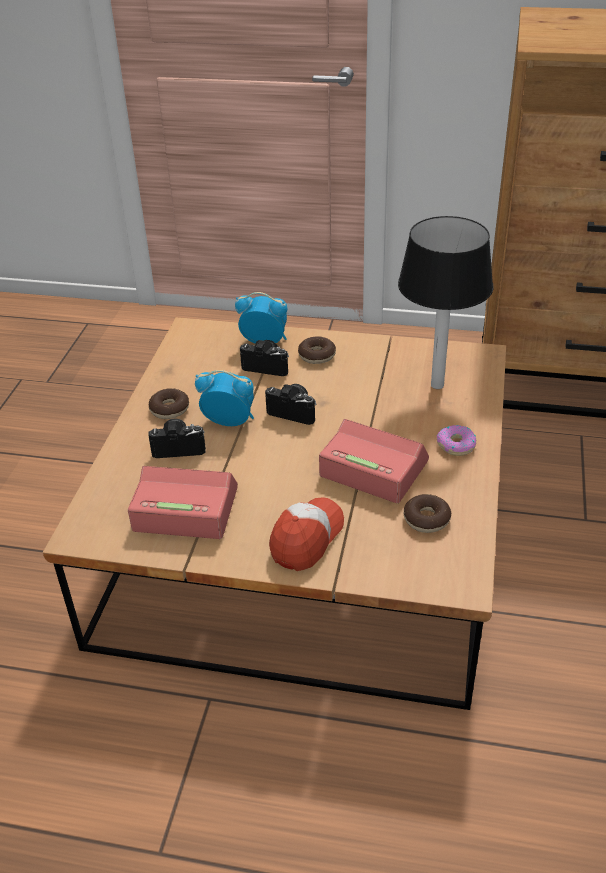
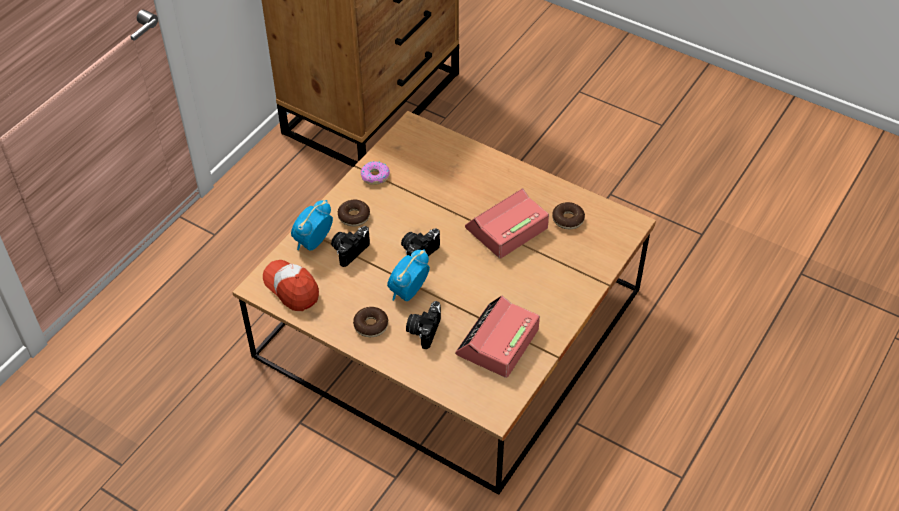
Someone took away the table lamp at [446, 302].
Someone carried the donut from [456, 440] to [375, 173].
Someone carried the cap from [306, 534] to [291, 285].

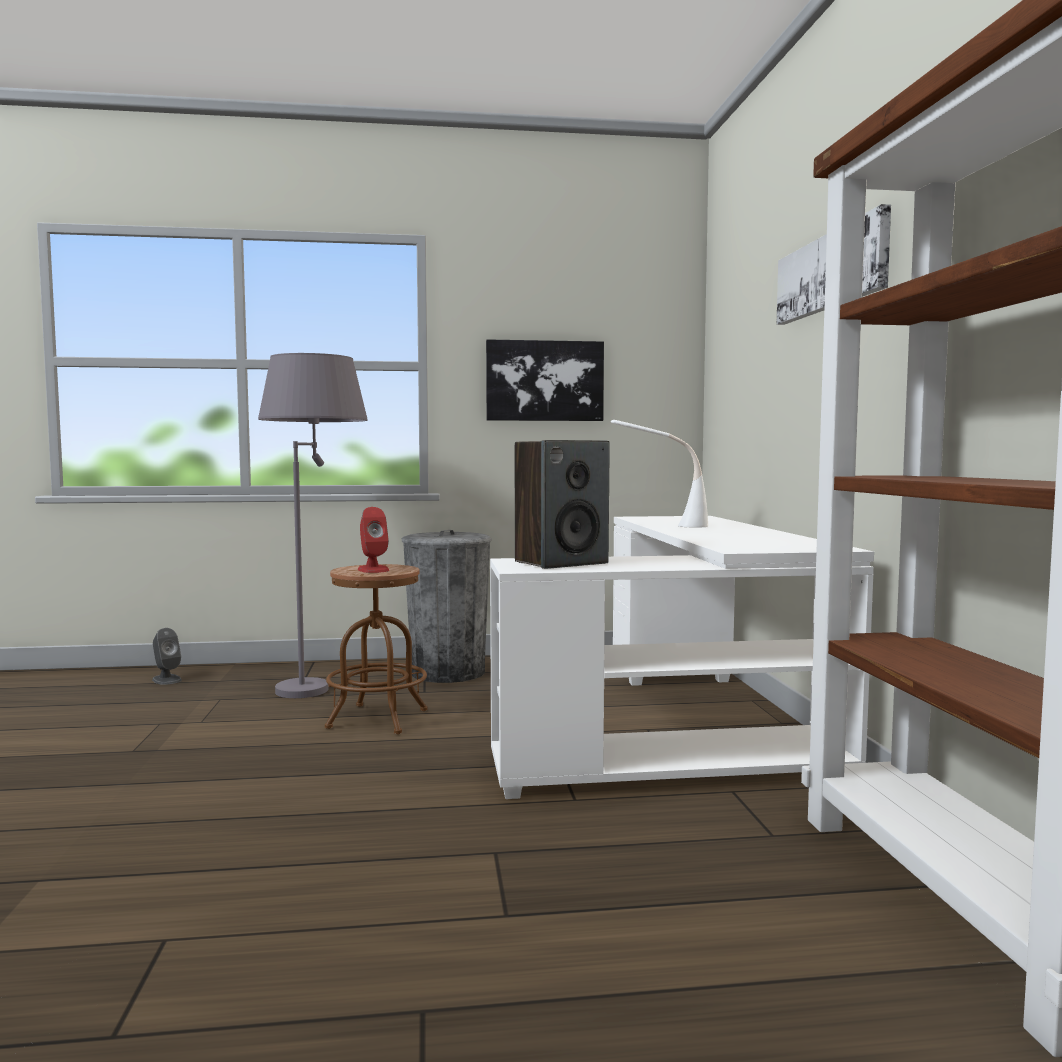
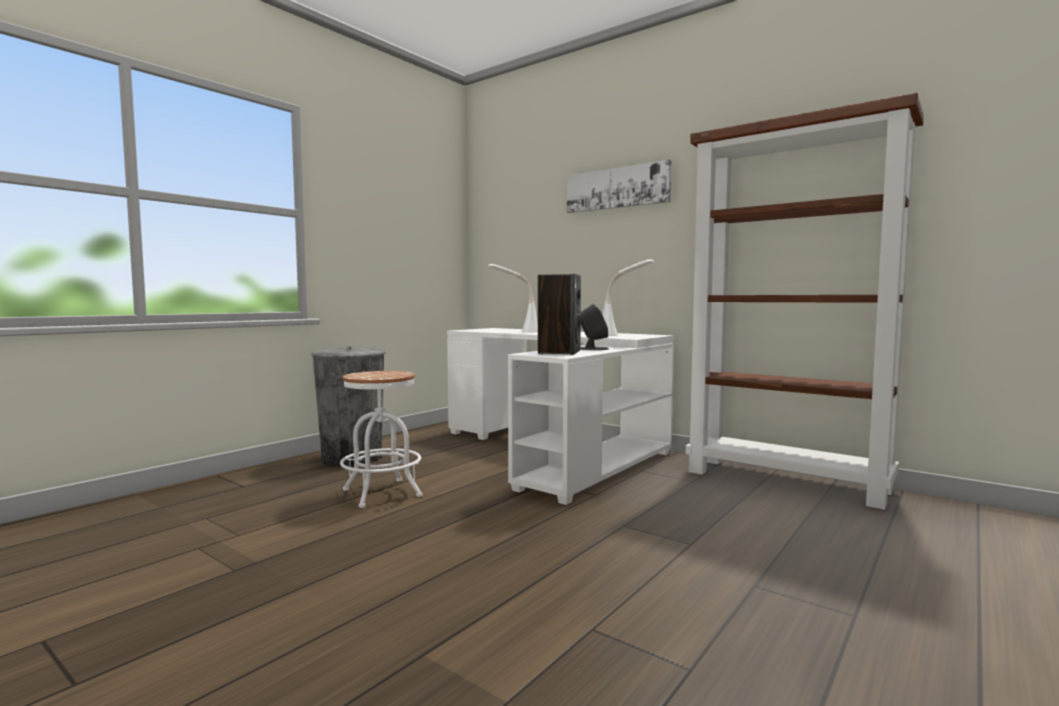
Someone took away the picture at [545, 380].
Someone took away the floor lamp (grey) at [312, 525].
Someone took away the speaker (red) at [373, 540].
Someone repainted the stool (brown) at [376, 649], which became the stool (white) at [381, 439].
Someone carried the speaker (grey) from [167, 656] to [594, 327].
Someone put down the table lamp (white) at [628, 297].

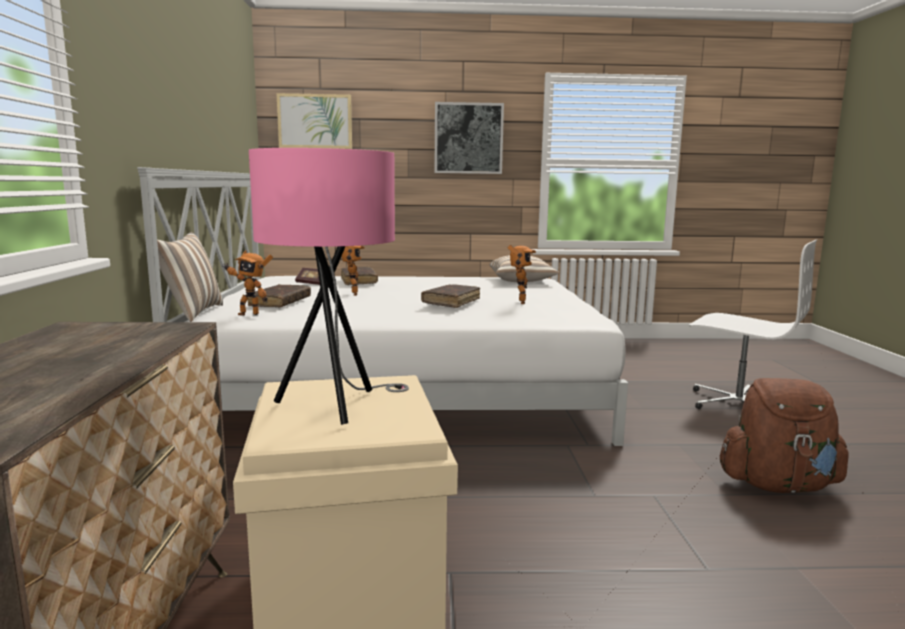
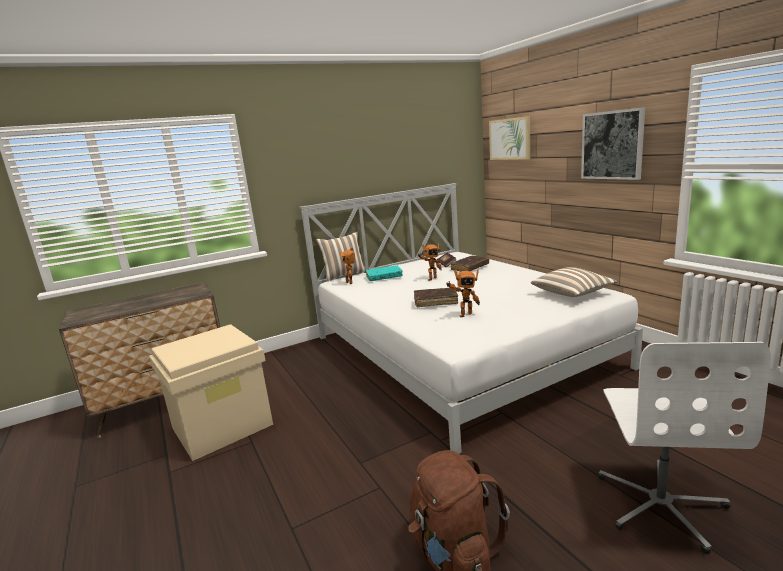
Someone took away the table lamp (pink) at [329, 286].
Someone repainted the book (brown) at [279, 296], which became the book (turquoise) at [384, 273].

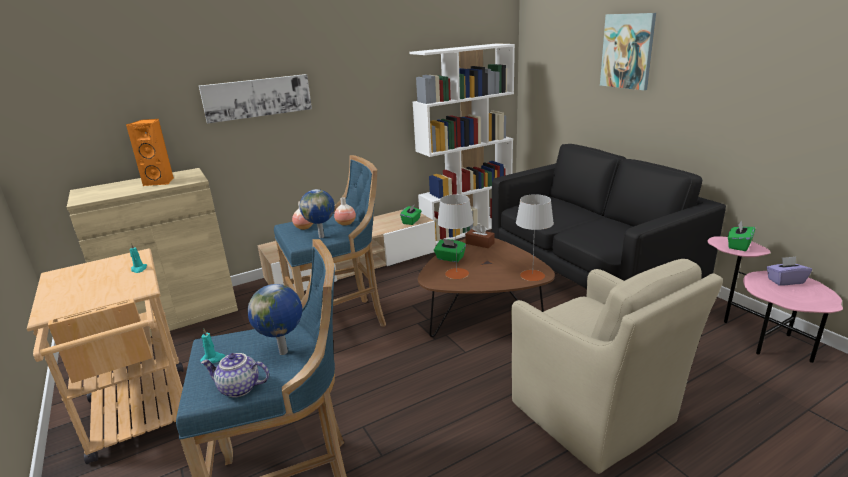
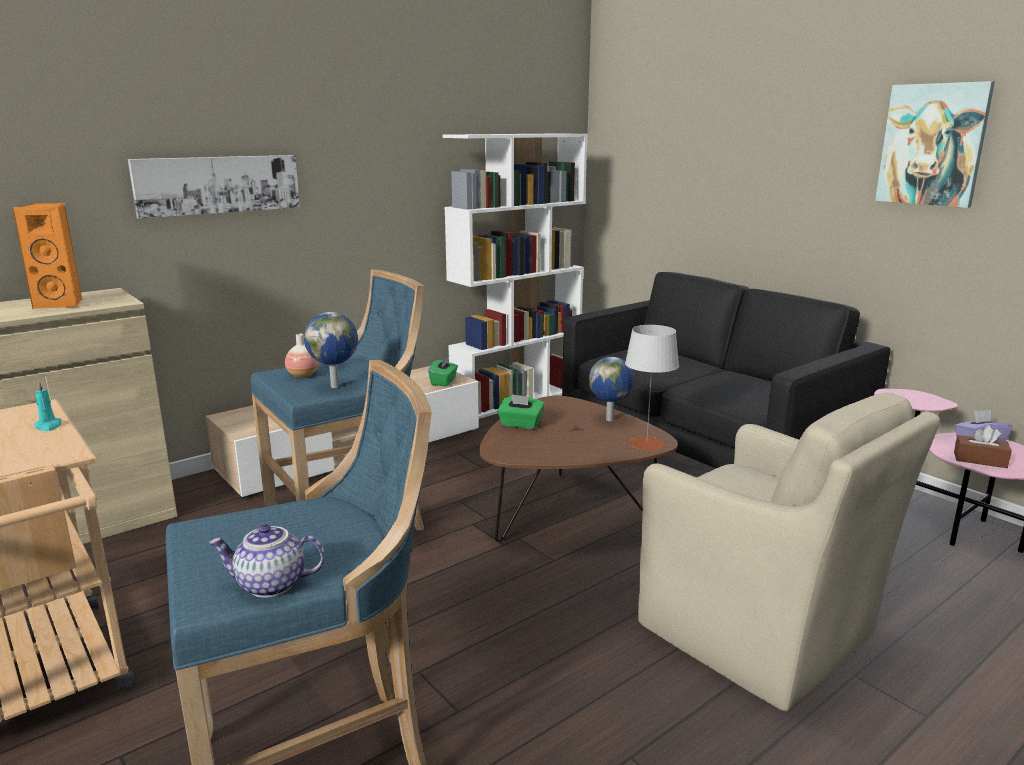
Someone carried the picture from [628, 51] to [935, 144].
Someone took away the table lamp (grey) at [455, 237].
Someone took away the vase at [345, 211].
Someone took away the tissue box (green) at [741, 235].
Someone carried the tissue box (brown) from [480, 235] to [983, 446].
Someone carried the globe from [275, 319] to [611, 389].
Someone took away the candle (turquoise) at [212, 346].

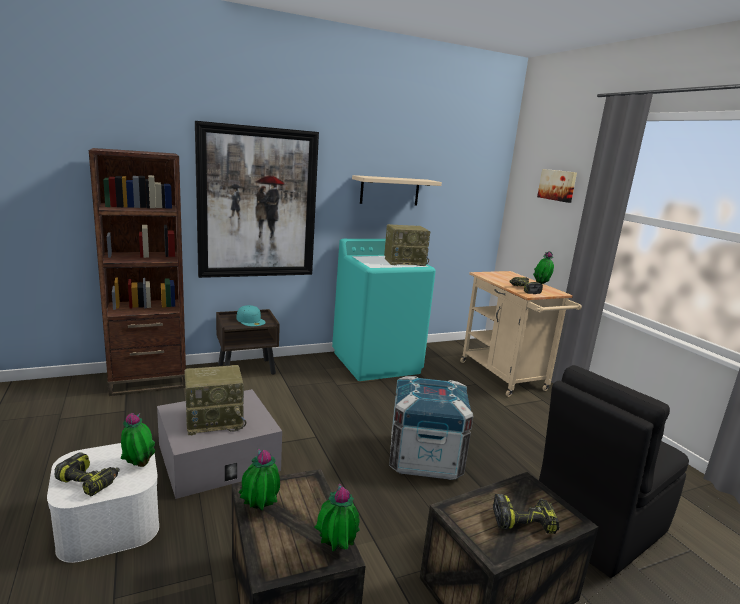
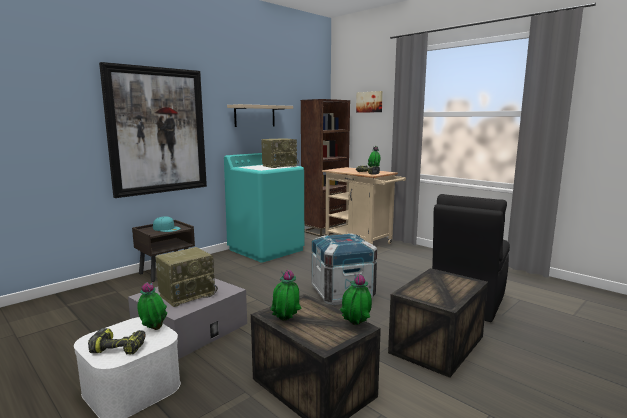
Someone carried the bookcase (brown) from [137, 272] to [325, 168].
Someone took away the power drill at [526, 514].

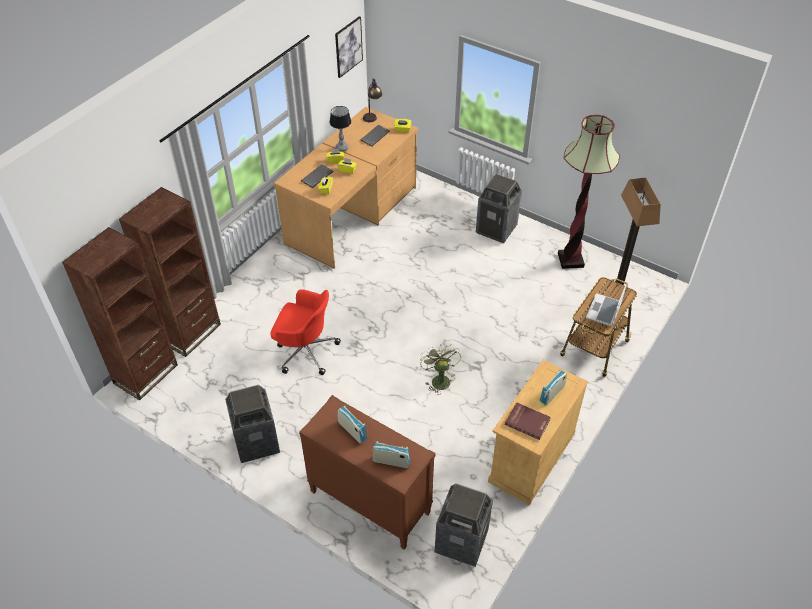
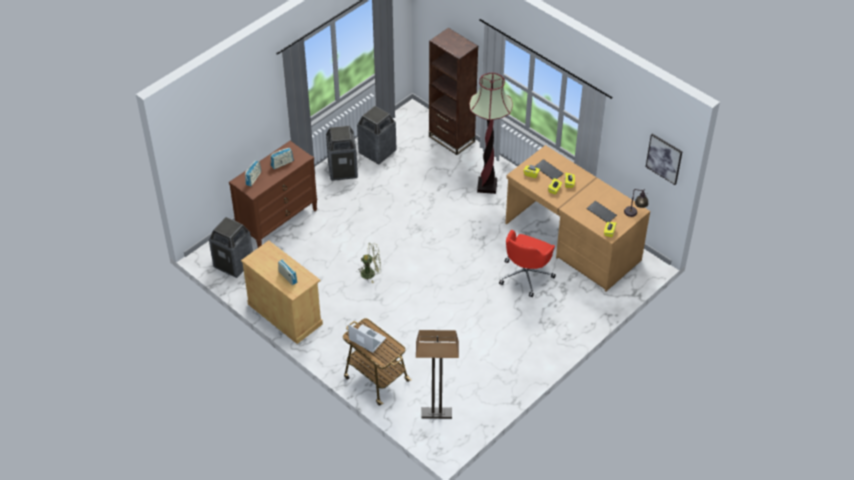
Someone took away the table lamp at [340, 128].
Someone carried the floor lamp from [589, 192] to [491, 133].
Someone carried the trash can from [499, 208] to [377, 135].
Someone took away the bookcase (brown) at [120, 313].
Someone carried the office chair (red) from [306, 332] to [527, 263].
Someone took away the book (red) at [528, 421].

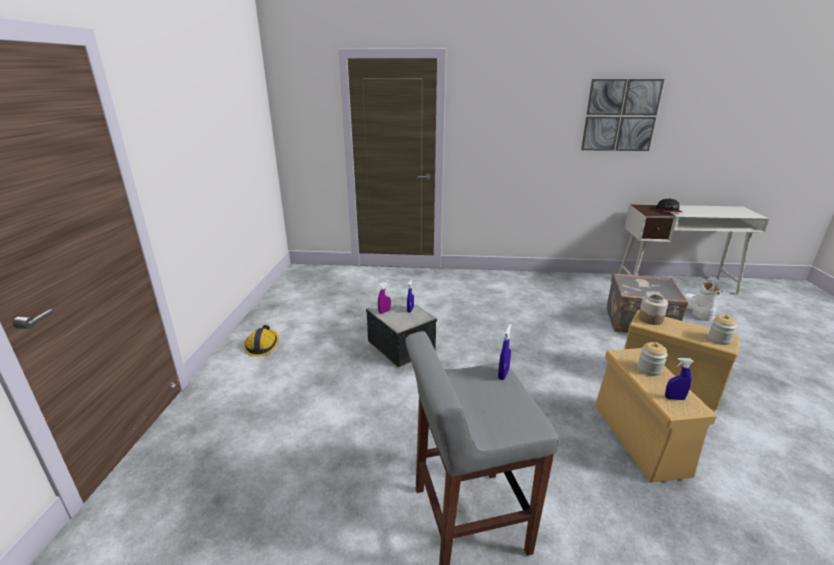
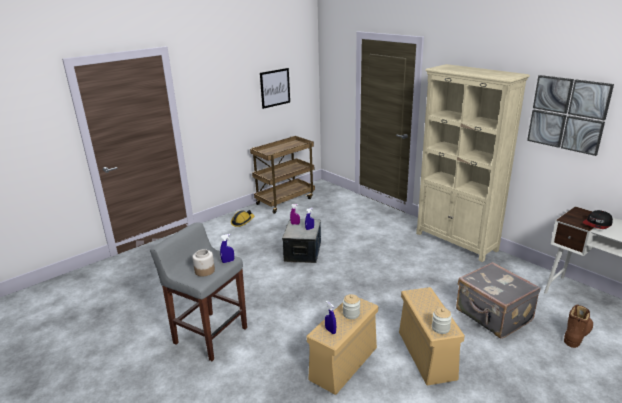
Someone repainted the boot (white) at [702, 301], which became the boot (brown) at [578, 326].
Someone carried the jar from [653, 309] to [203, 262].
Someone put down the bookcase (beige) at [473, 163].
Someone put up the picture at [275, 88].
Someone put down the cart (brown) at [282, 175].

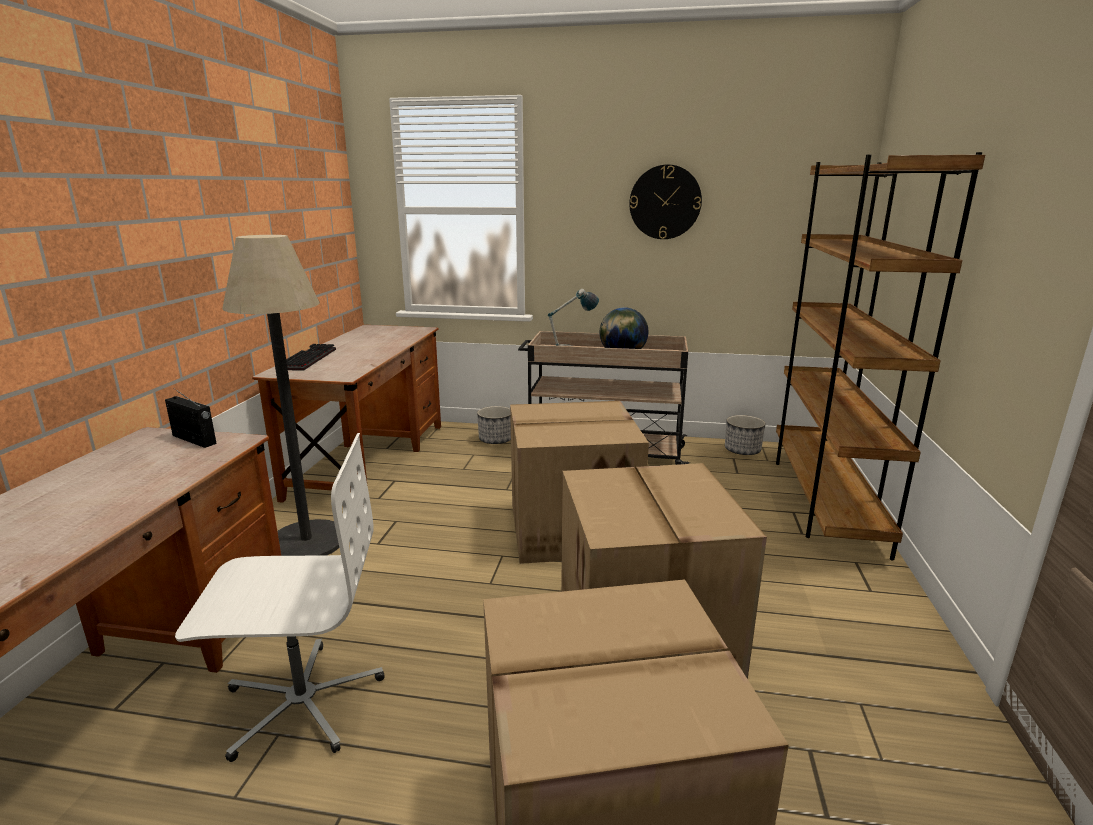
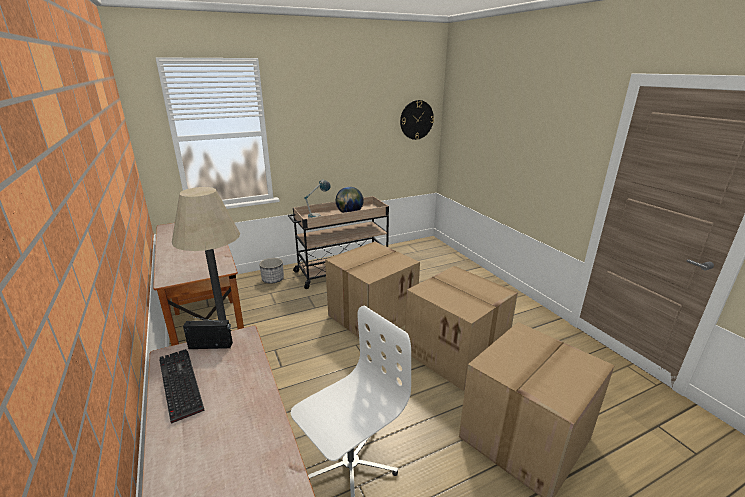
Someone took away the bookcase (brown) at [880, 356].
Someone carried the wall clock from [665, 201] to [417, 120].
Someone carried the keyboard from [311, 357] to [182, 386].
Someone took away the planter at [745, 435].

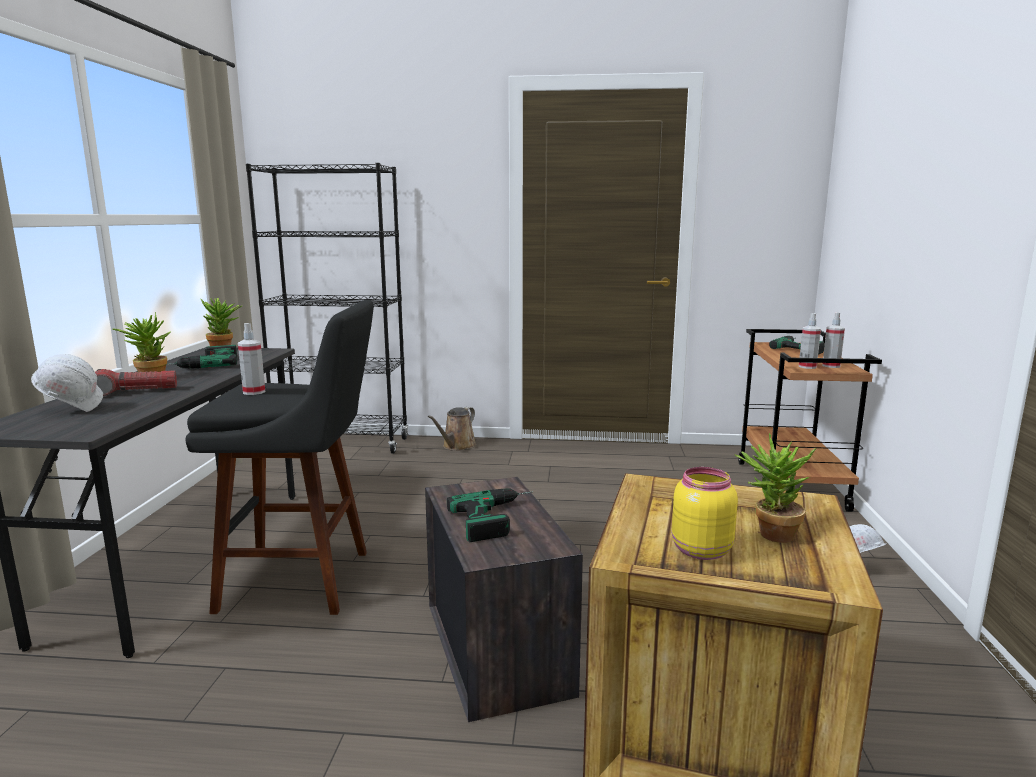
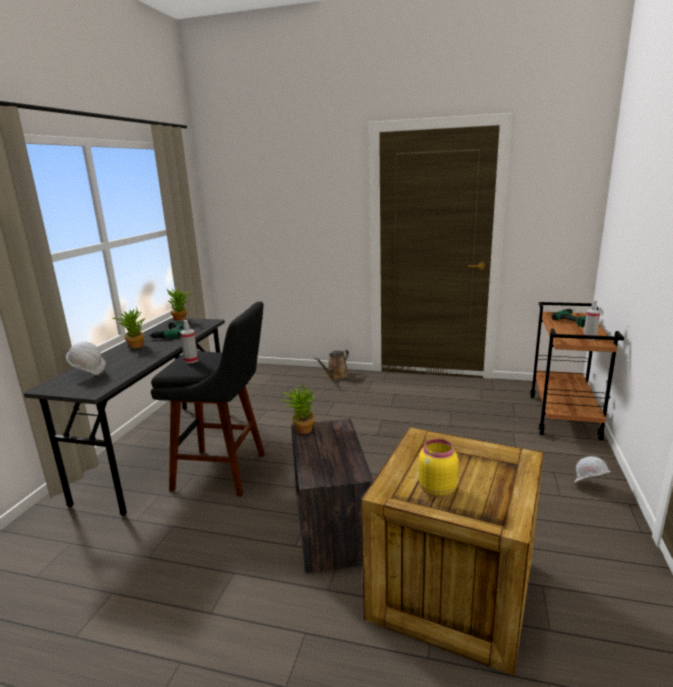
Someone took away the bookcase (black) at [327, 308].
Someone took away the spray bottle at [810, 341].
Someone took away the flashlight at [136, 382].
Someone carried the potted plant from [776, 488] to [298, 408].
Someone took away the power drill at [489, 515].

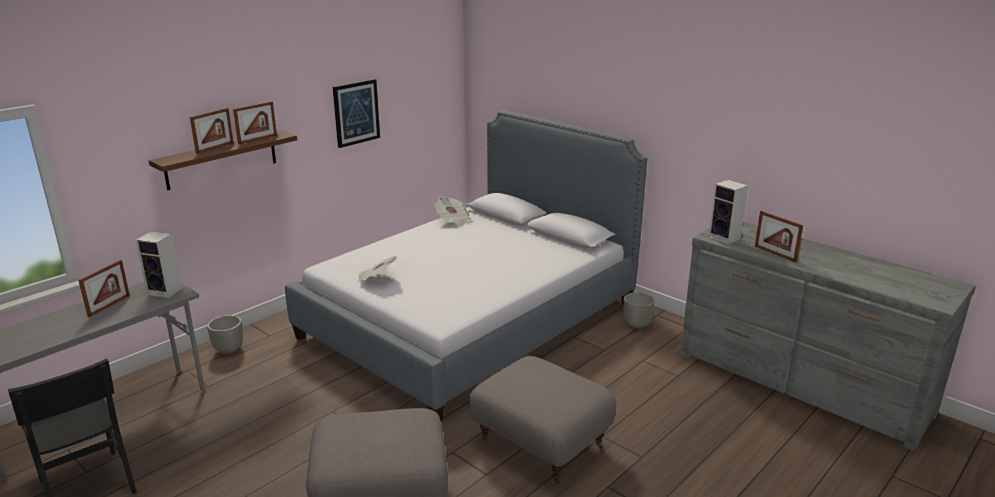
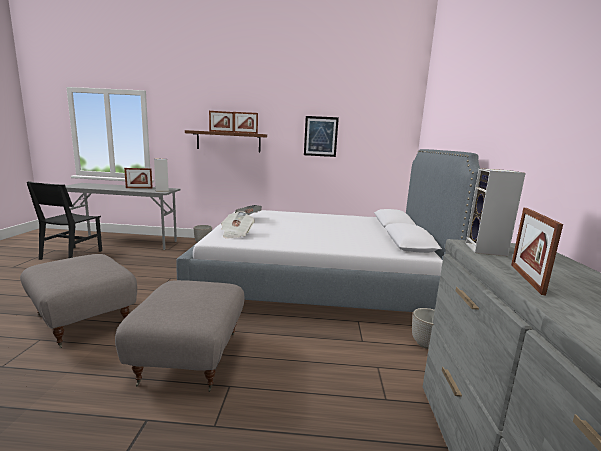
Someone carried the newspaper from [453, 212] to [238, 225].

